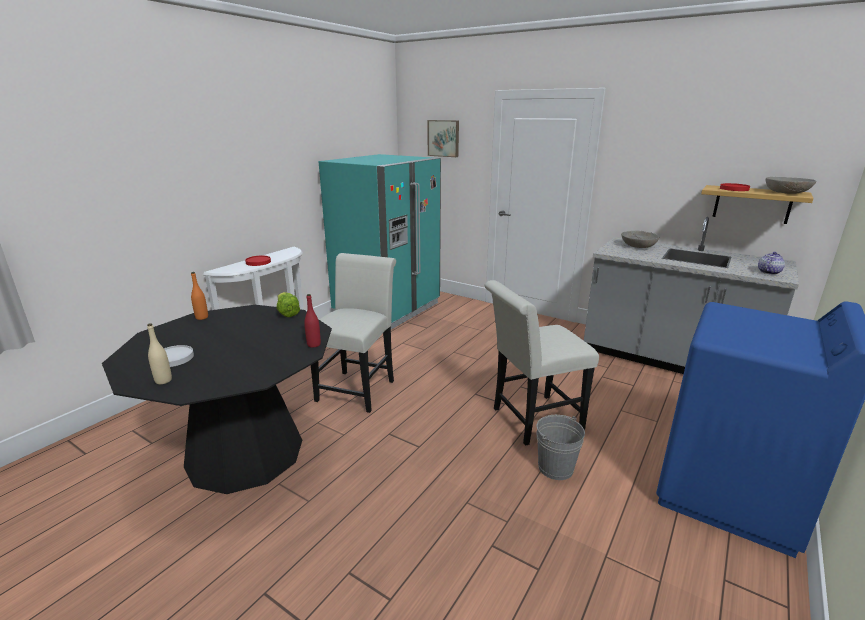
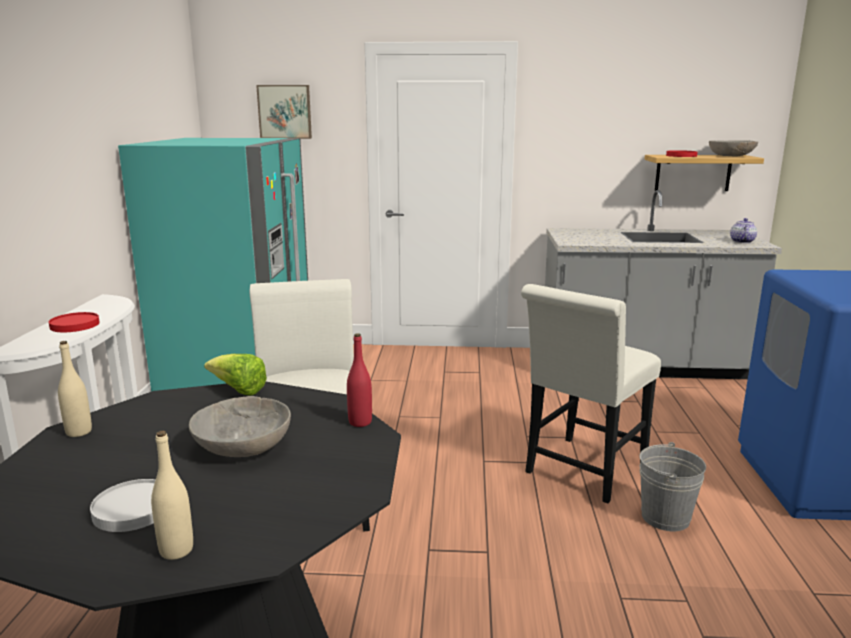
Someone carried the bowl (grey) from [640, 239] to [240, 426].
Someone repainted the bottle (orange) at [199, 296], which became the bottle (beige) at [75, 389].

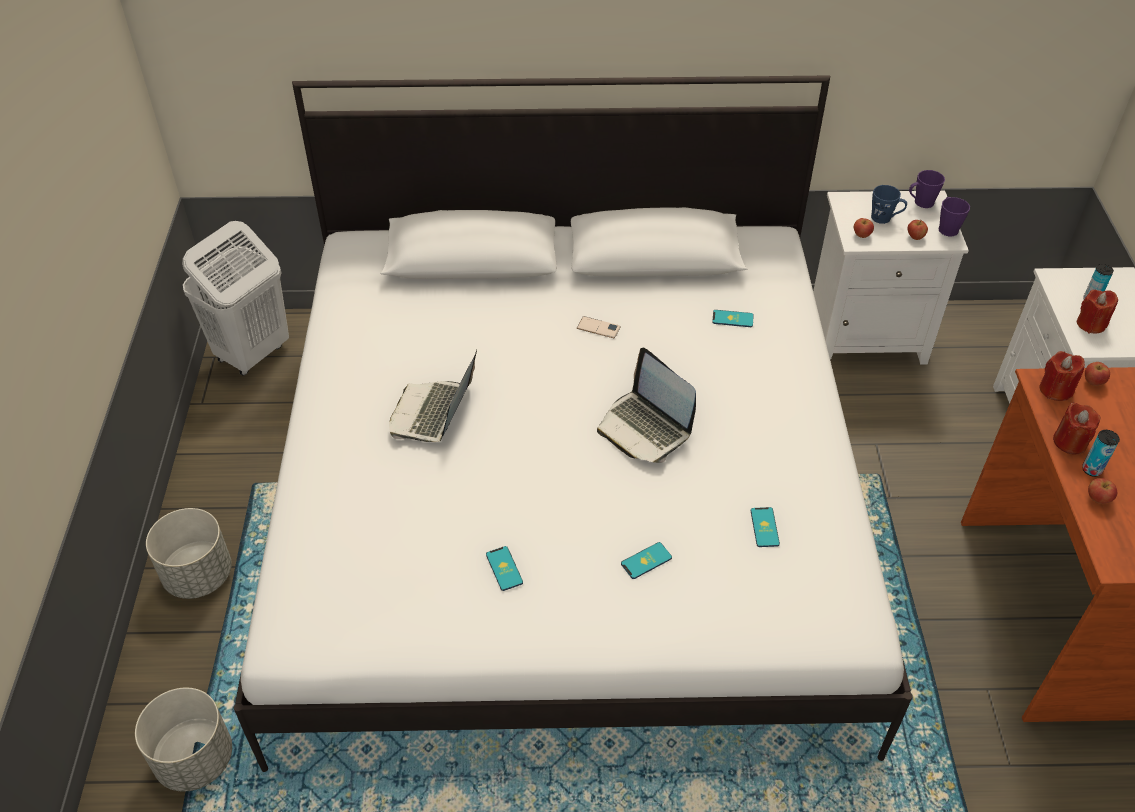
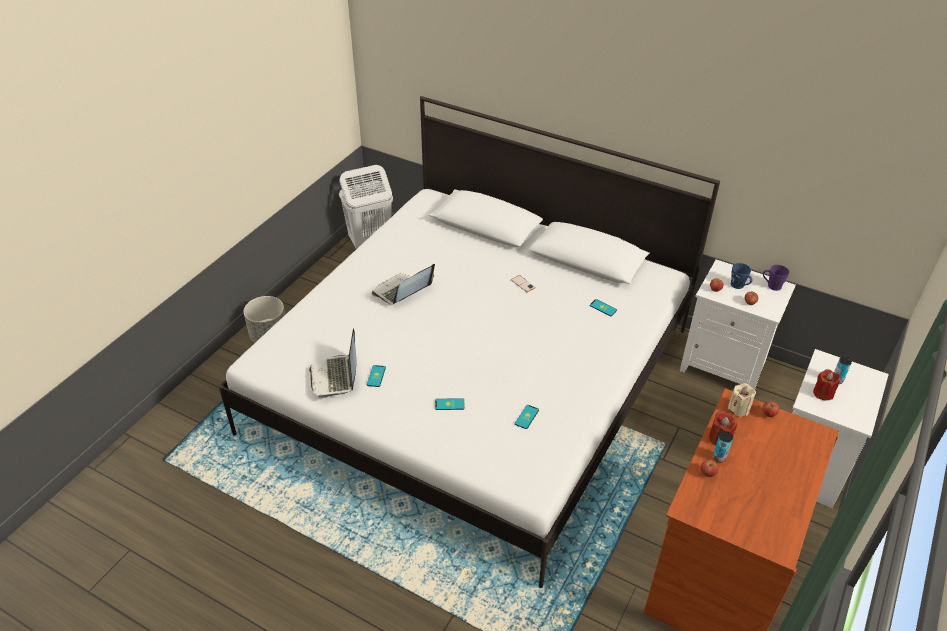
Someone took away the mug (purple) at [954, 216].
Someone carried the laptop from [646, 405] to [333, 363].
Someone repainted the candle (red) at [1062, 376], which became the candle (beige) at [742, 400].
Someone took away the planter (grey) at [183, 740].

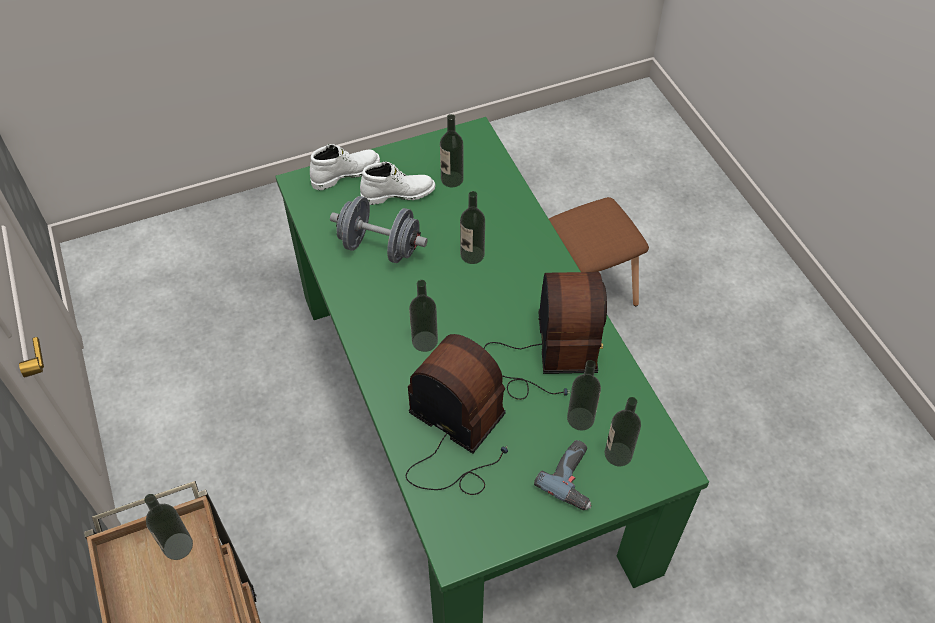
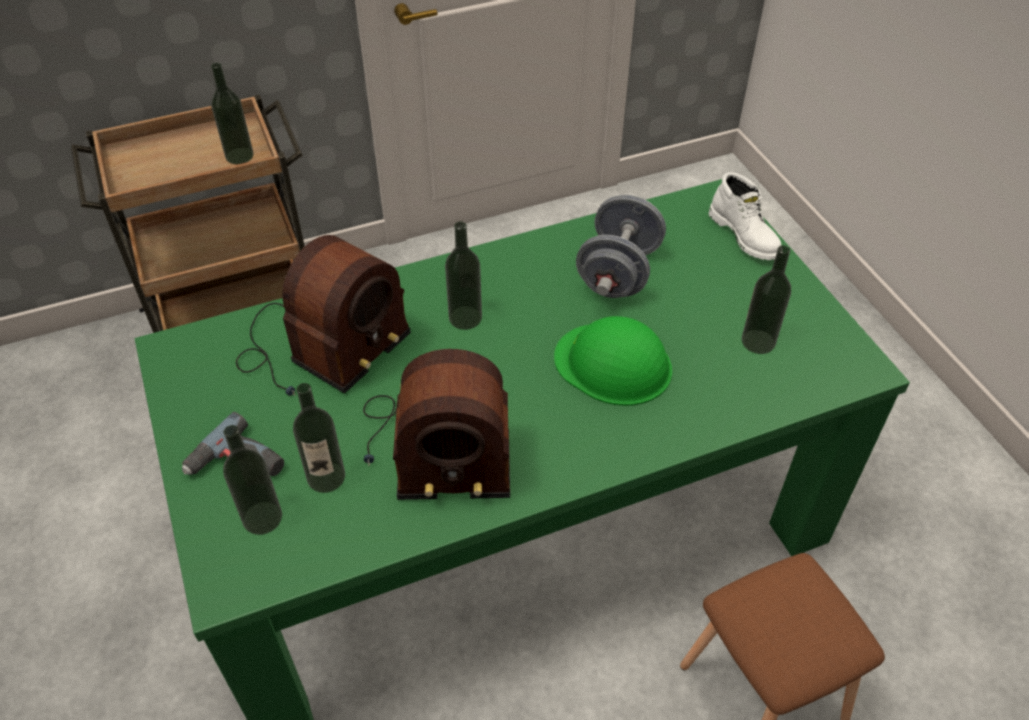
Someone took away the boot (white) at [397, 183].
Someone swapped the bottle at [472, 227] for the hard hat (green) at [613, 361].

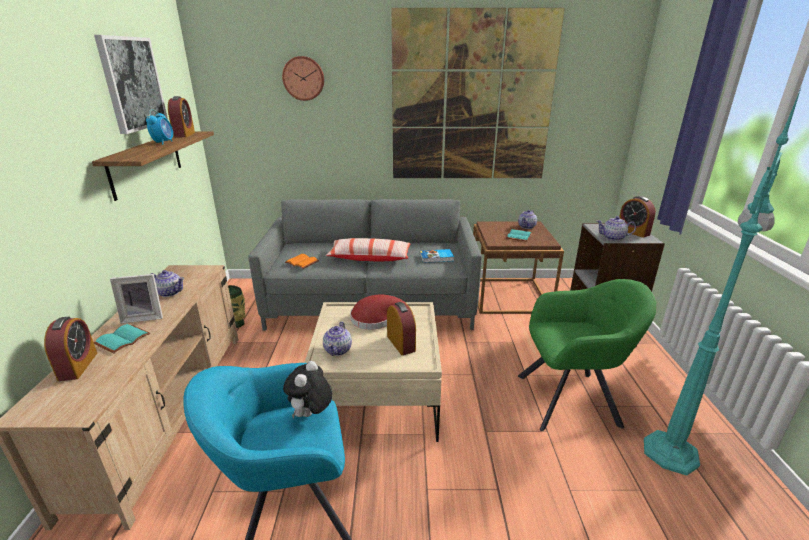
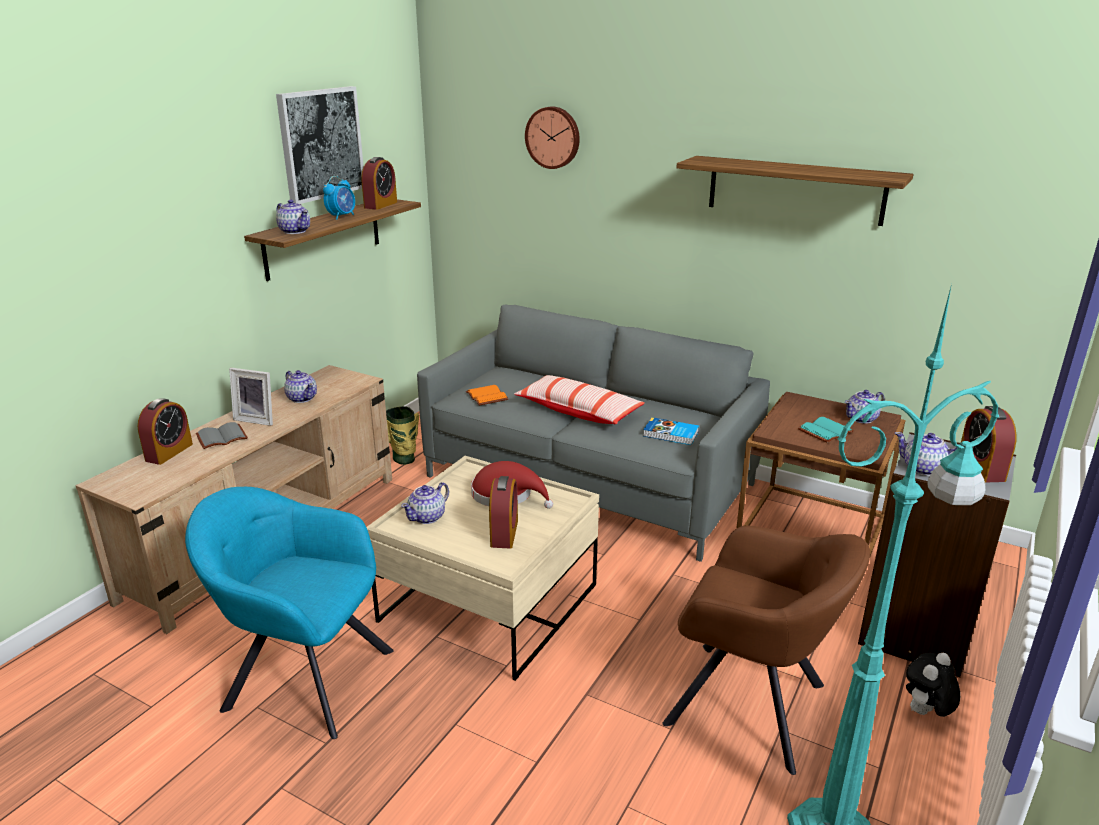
Someone swapped the picture at [478, 93] for the shelf at [794, 191].
Someone repainted the armchair (green) at [587, 355], which became the armchair (brown) at [766, 650].
Someone repainted the book (turquoise) at [122, 338], which became the book (grey) at [222, 435].
Someone carried the plush toy from [307, 390] to [933, 685].
Someone put down the teapot at [293, 216].

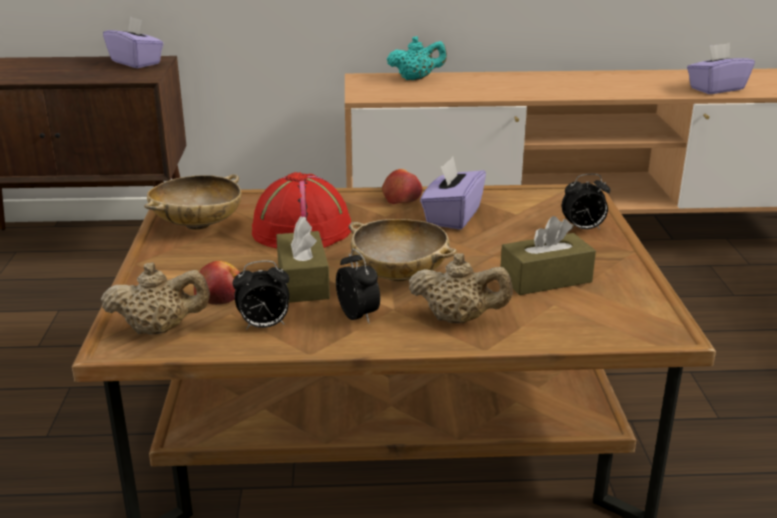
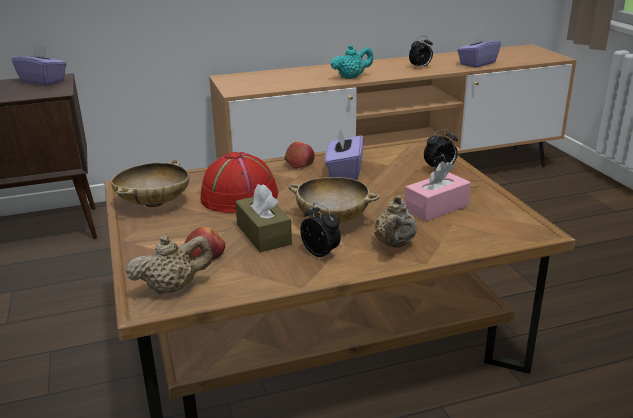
Someone carried the teapot (turquoise) from [417, 58] to [351, 62].
Someone repainted the tissue box (brown) at [548, 255], which became the tissue box (pink) at [437, 191].
Someone rotated the teapot (beige) at [461, 288] by 105 degrees clockwise.
Someone carried the alarm clock from [261, 295] to [421, 52].

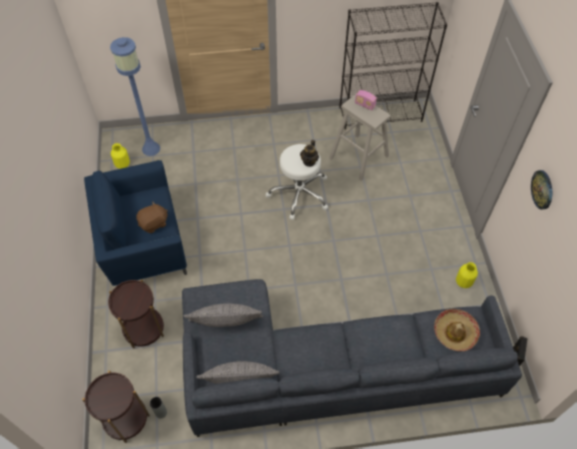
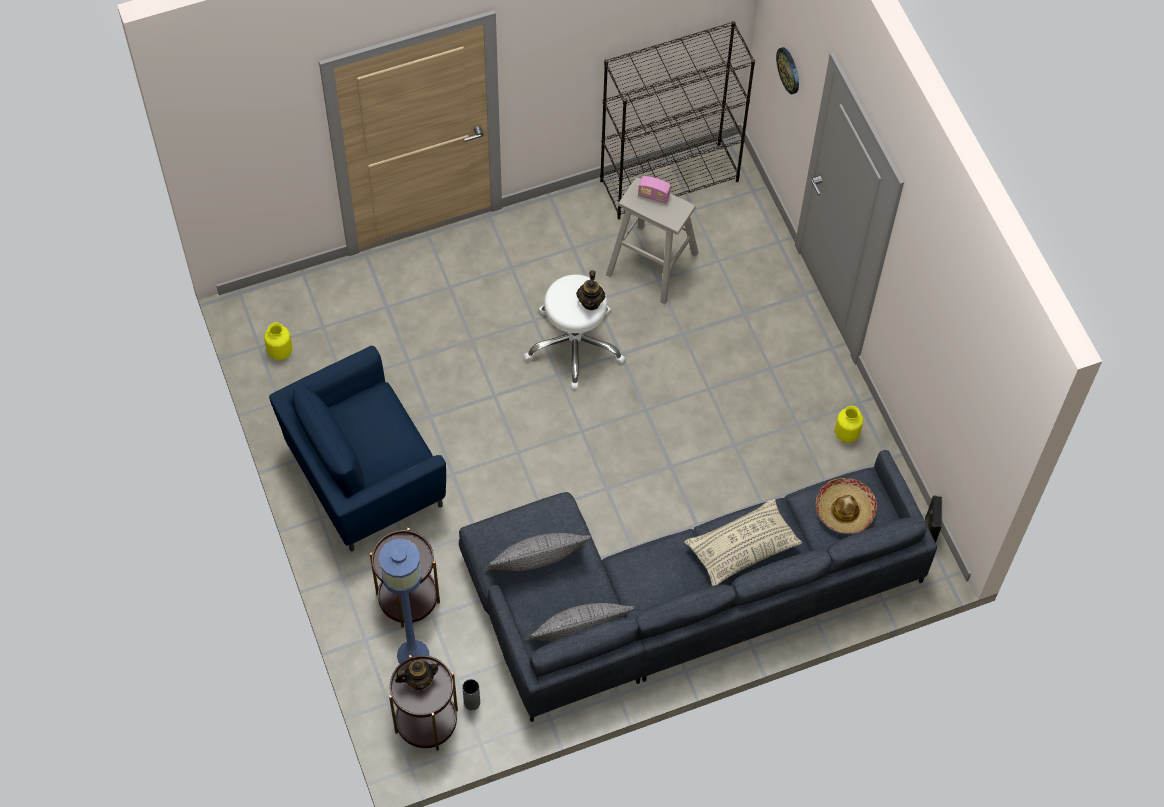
Someone carried the floor lamp (blue) from [135, 96] to [404, 601].
Someone carried the wall clock from [541, 190] to [787, 70].
Someone took away the plush toy (brown) at [152, 217].
Someone put down the pillow (beige) at [743, 542].
Someone put down the teapot at [417, 675].

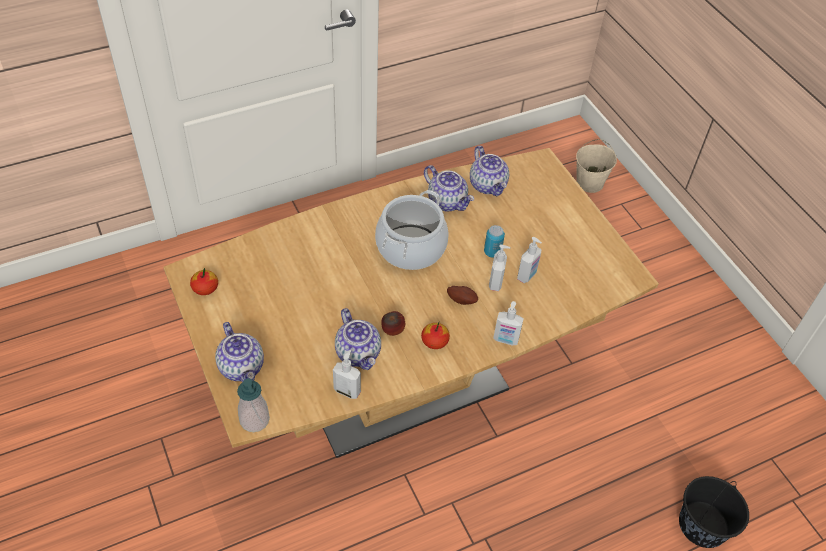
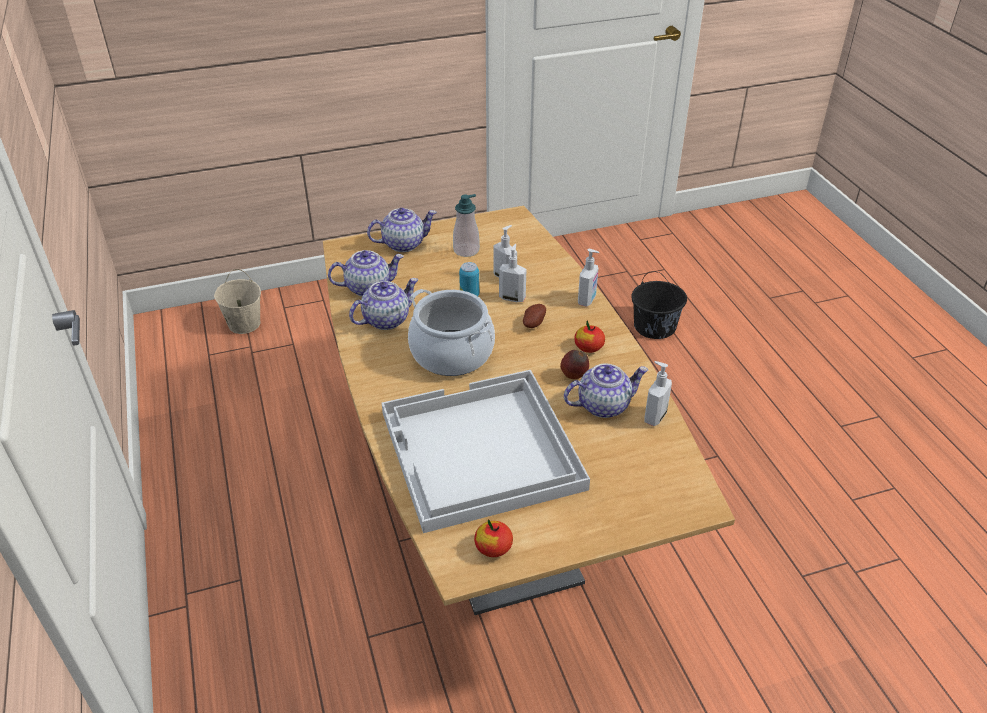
Someone carried the teapot from [239, 352] to [402, 230].
Someone carried the soap dispenser from [253, 405] to [466, 225].
Someone put down the tray (white) at [486, 451].

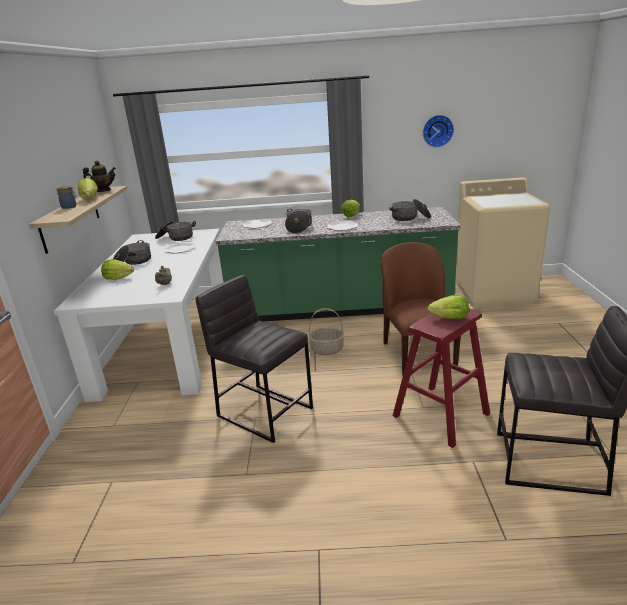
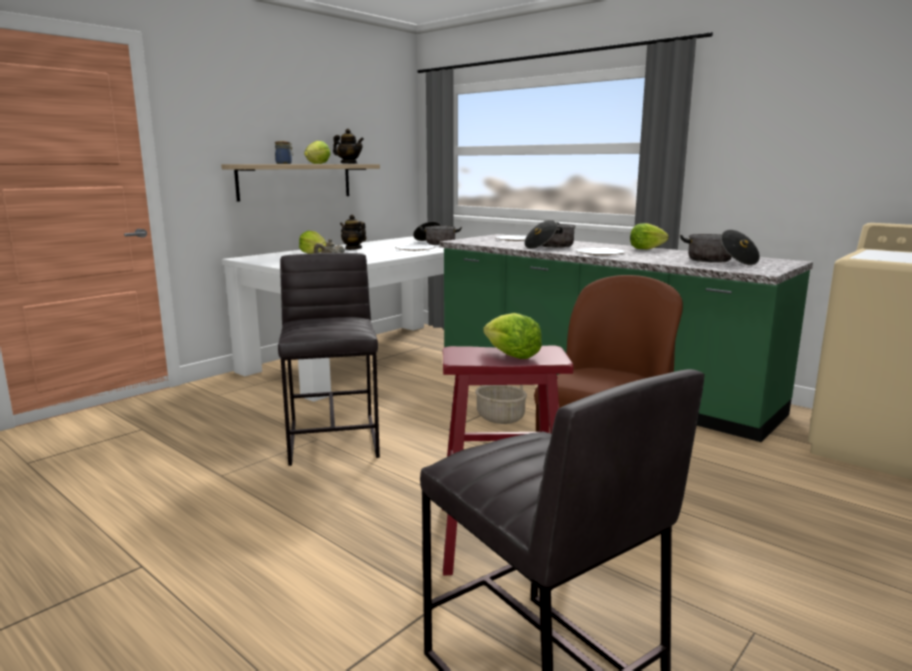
Someone took away the wall clock at [438, 131].
Someone swapped the cooking pot at [132, 252] for the teapot at [353, 232].

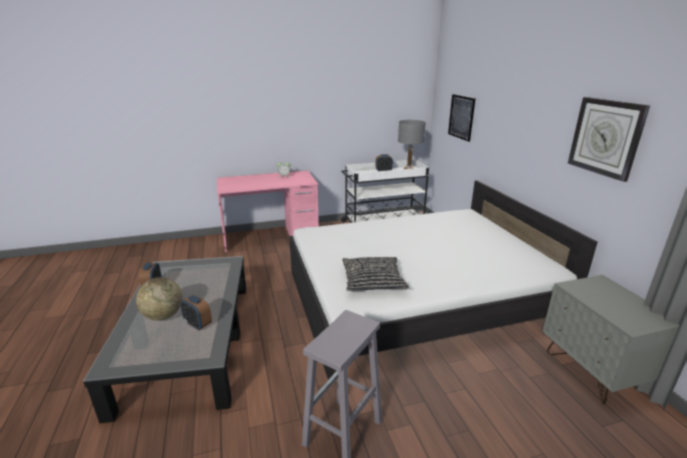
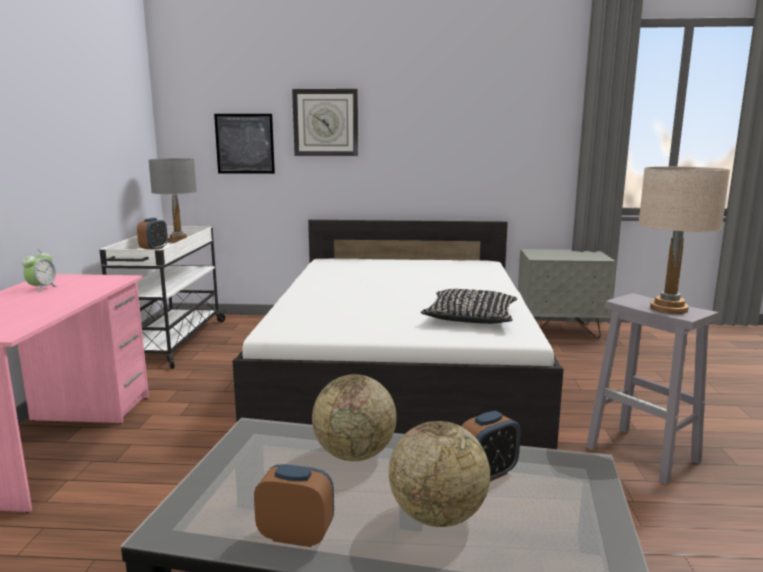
Someone carried the wall clock from [609, 139] to [325, 122].
Someone put down the table lamp (beige) at [684, 240].
Someone put down the globe at [354, 417].

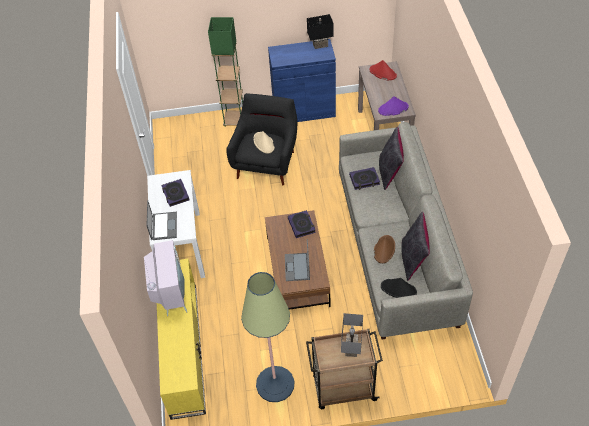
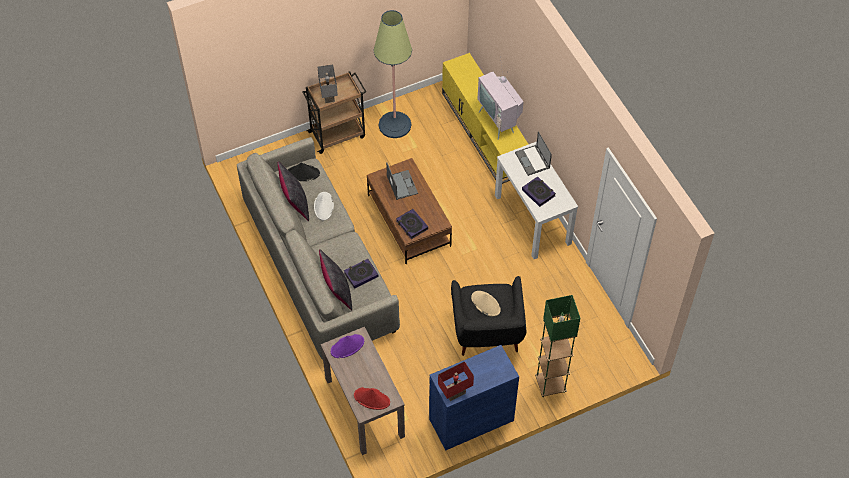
Someone repainted the table lamp (black) at [320, 31], which became the table lamp (red) at [456, 381].
Someone repainted the hat (brown) at [384, 249], which became the hat (white) at [324, 206].

